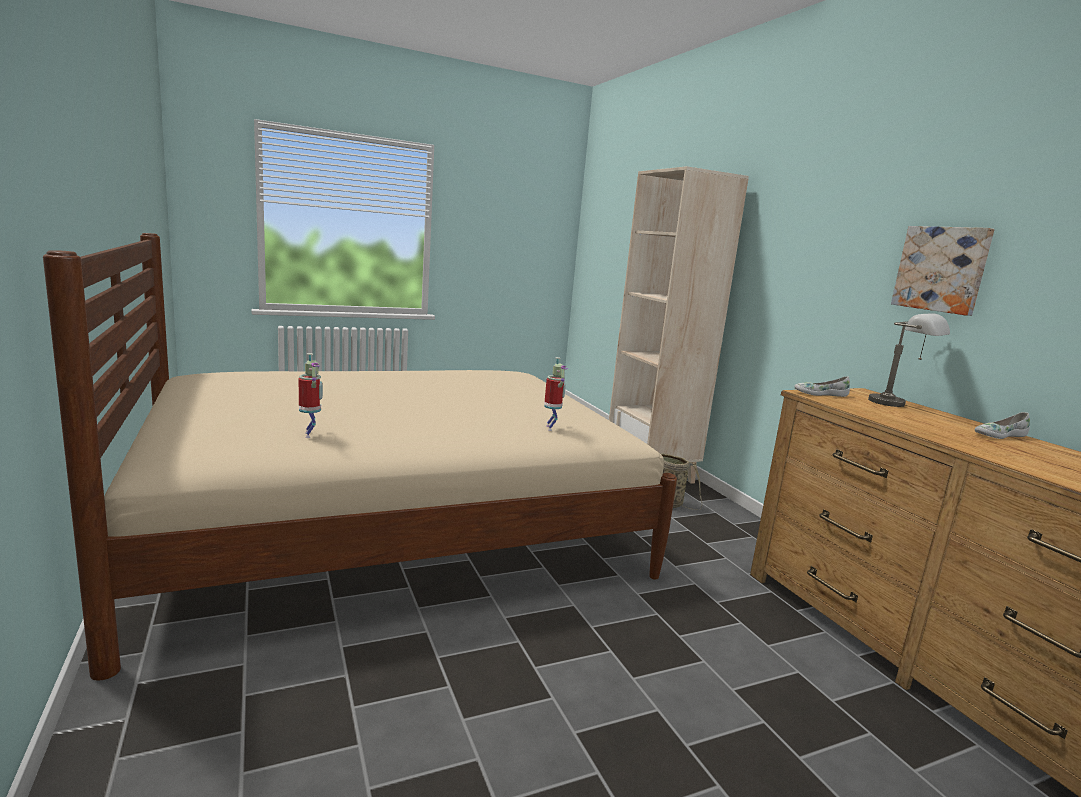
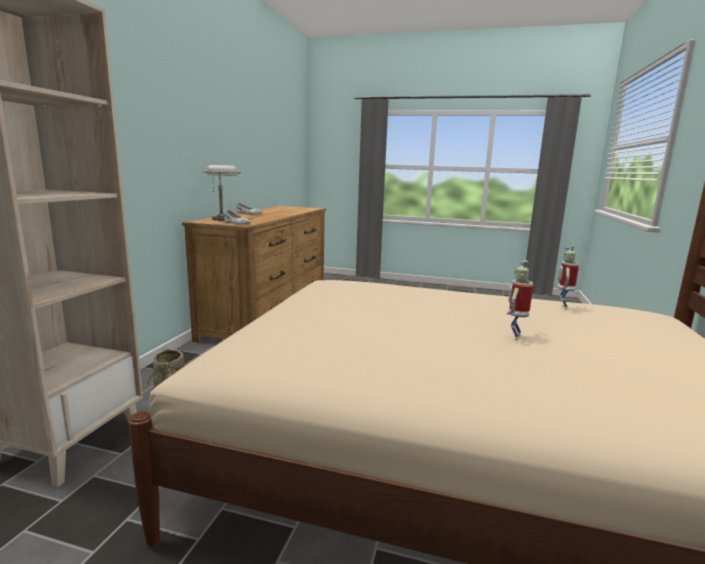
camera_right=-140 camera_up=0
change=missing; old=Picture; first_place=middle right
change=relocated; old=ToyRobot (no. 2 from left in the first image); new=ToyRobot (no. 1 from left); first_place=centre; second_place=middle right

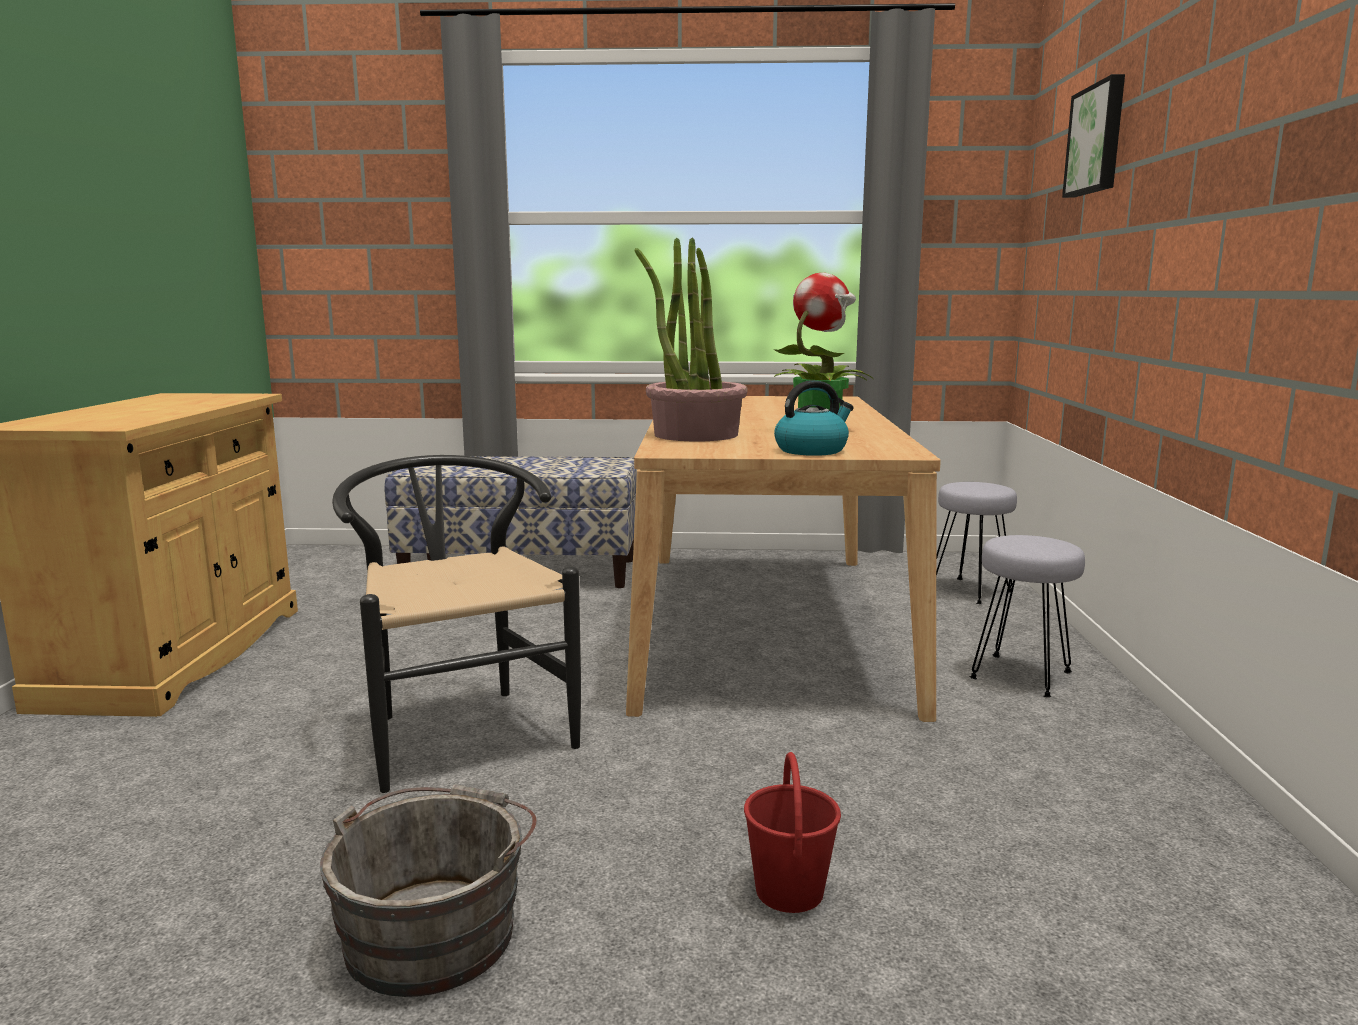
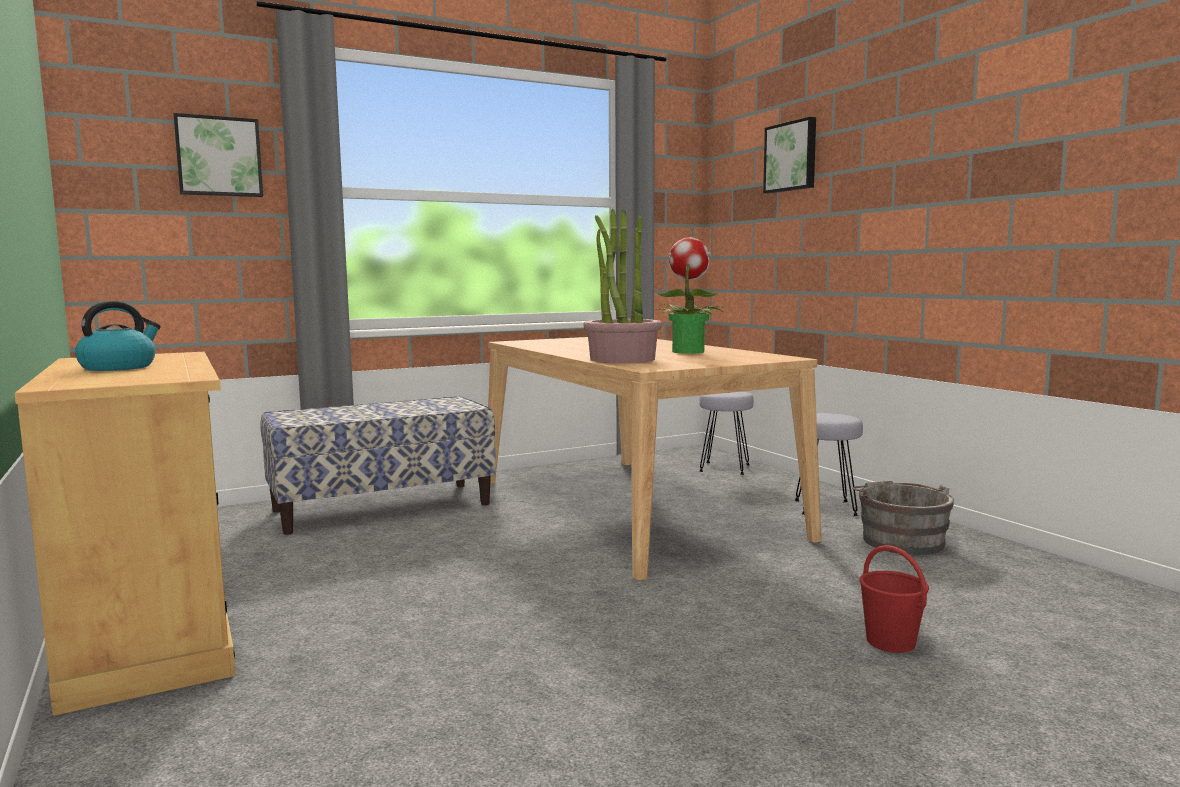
camera_right=-30 camera_up=-5
change=missing; old=BlackChair; first_place=centre
change=appeared; new=Picture (no. 1 from left); second_place=top left
change=relocated; old=GreyBucket; first_place=bottom left; second_place=middle right
change=relocated; old=Kettle; first_place=centre; second_place=middle left

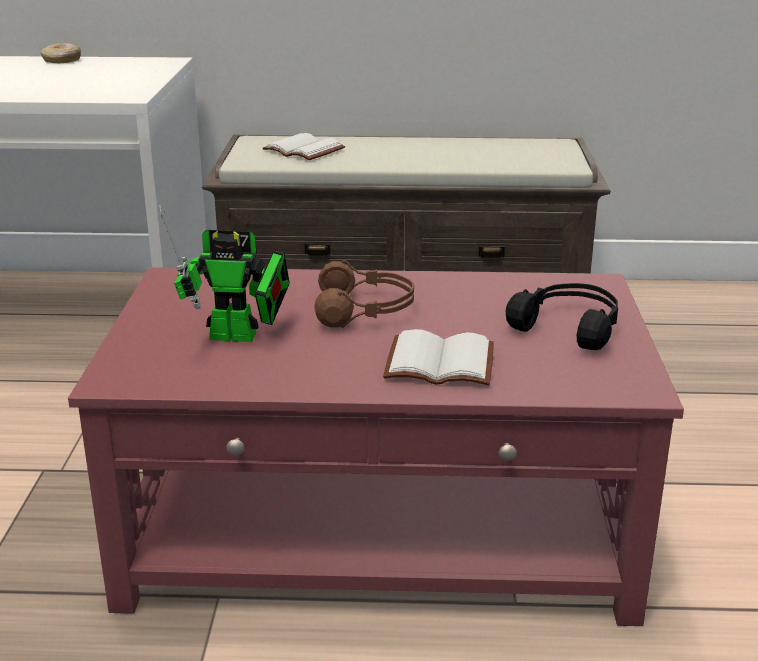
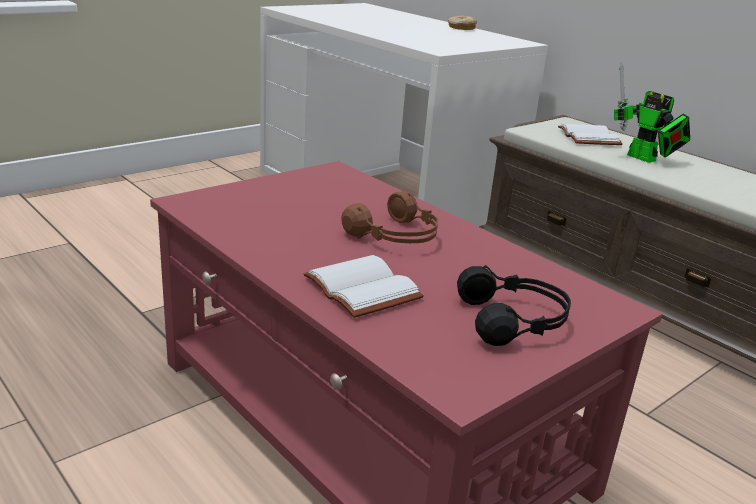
camera_right=45 camera_up=0
change=relocated; old=ToyRobot; first_place=middle left; second_place=top right

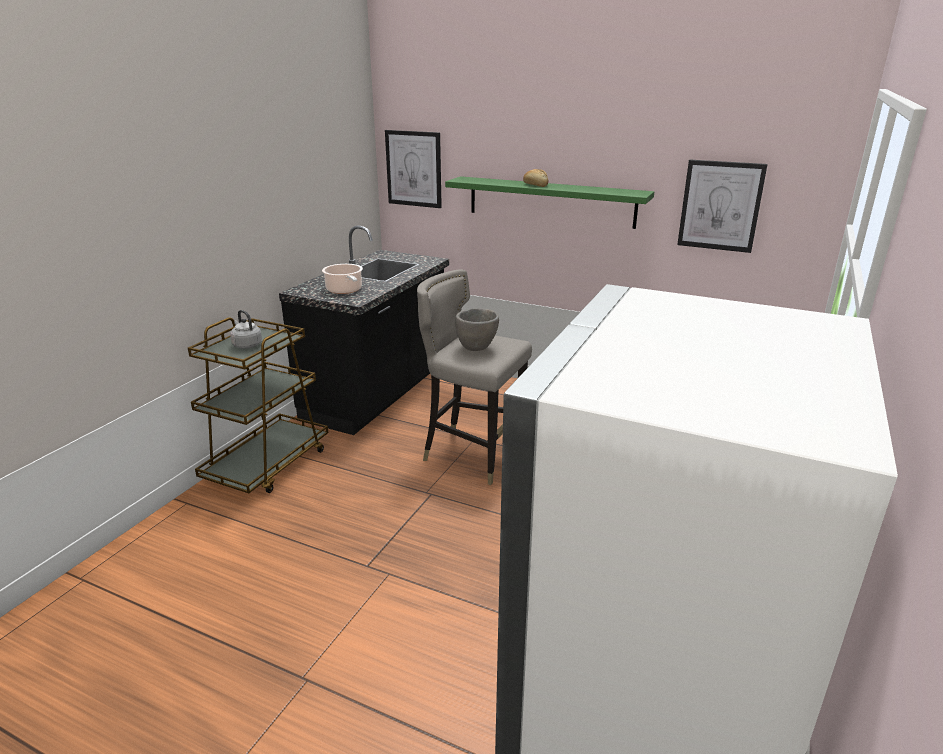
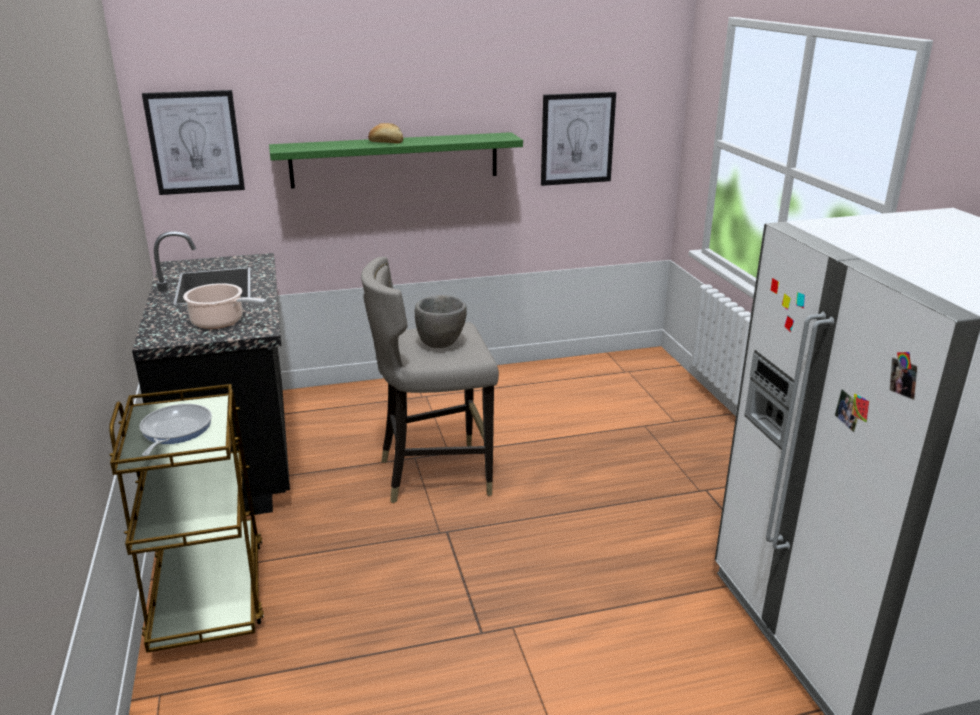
camera_right=-40 camera_up=0
change=exchanged; old=GreyKettle; new=FryingPan; first_place=middle left; second_place=middle left

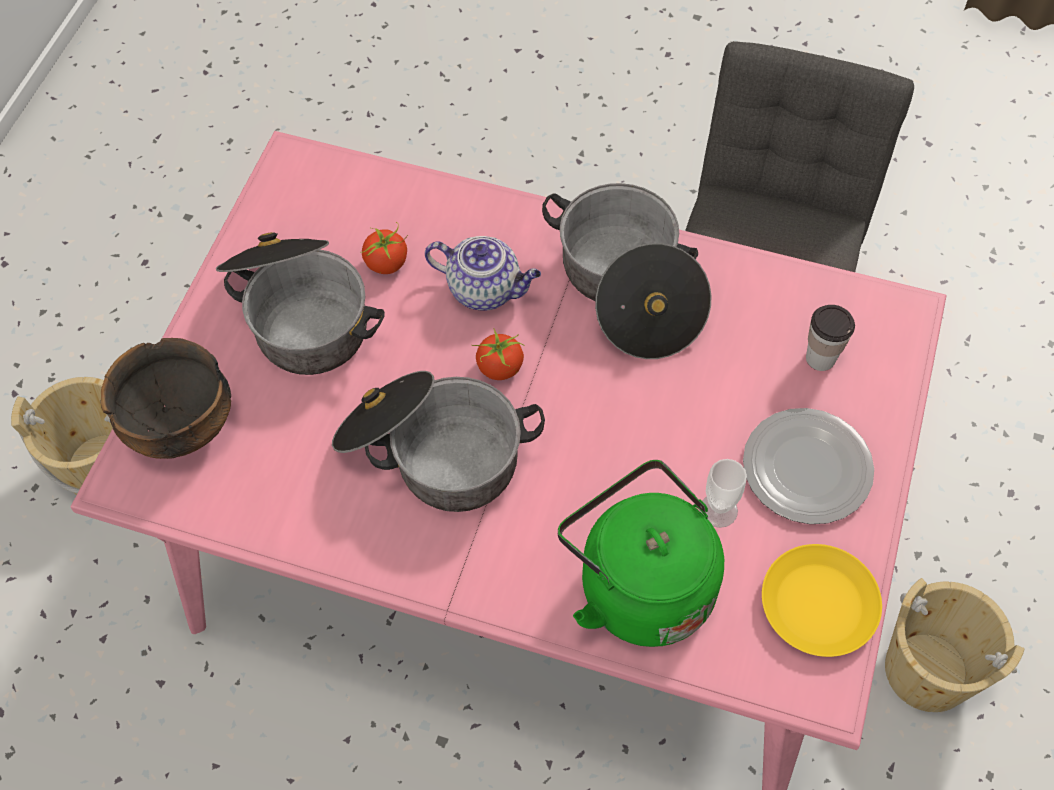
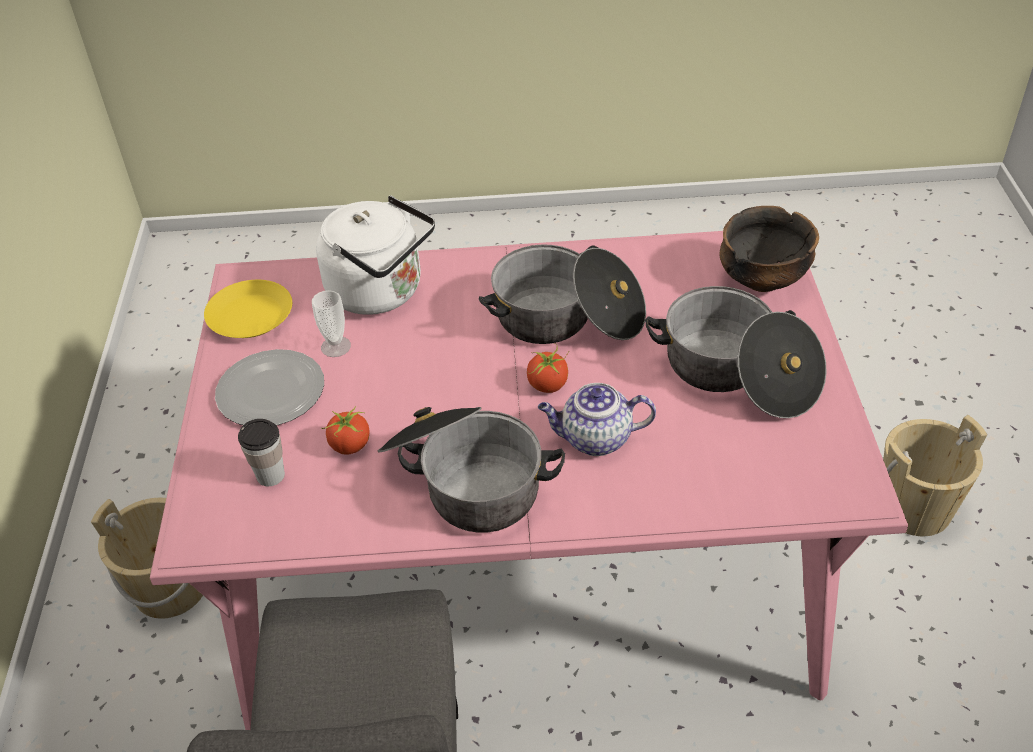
camera_right=160 camera_up=-15
change=relocated; old=Tomato (no. 1 from left); first_place=top centre; second_place=centre
change=colour; old=GreenKettle; new=WhiteKettle; first_place=bottom centre; second_place=centre

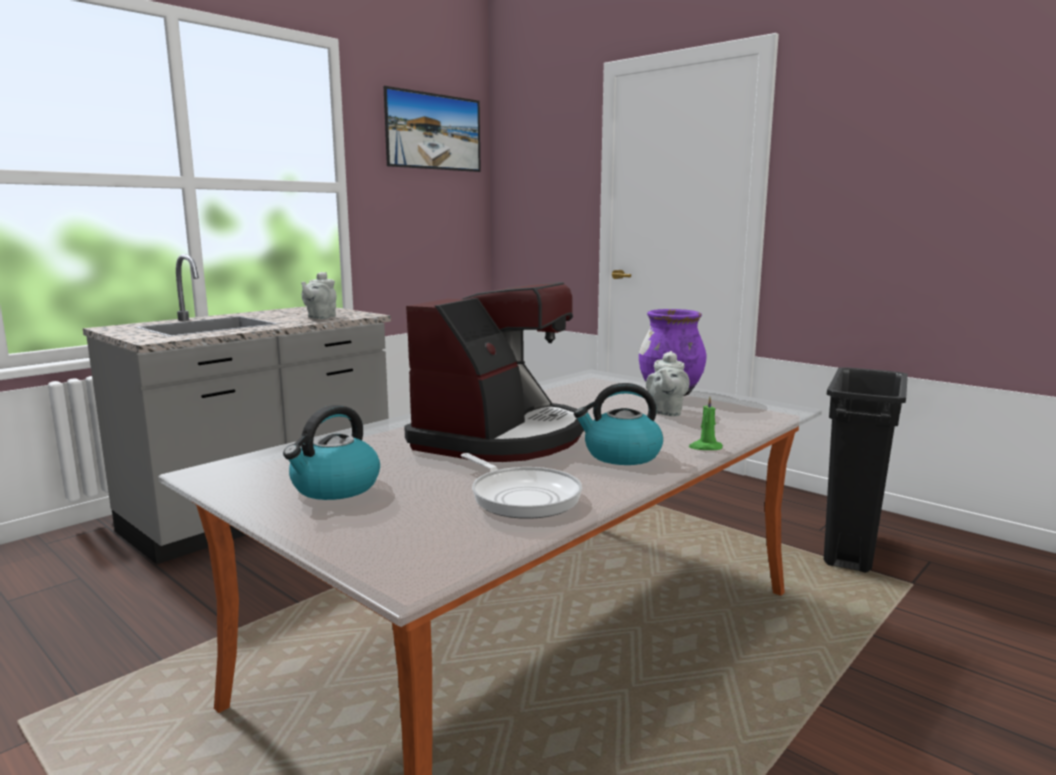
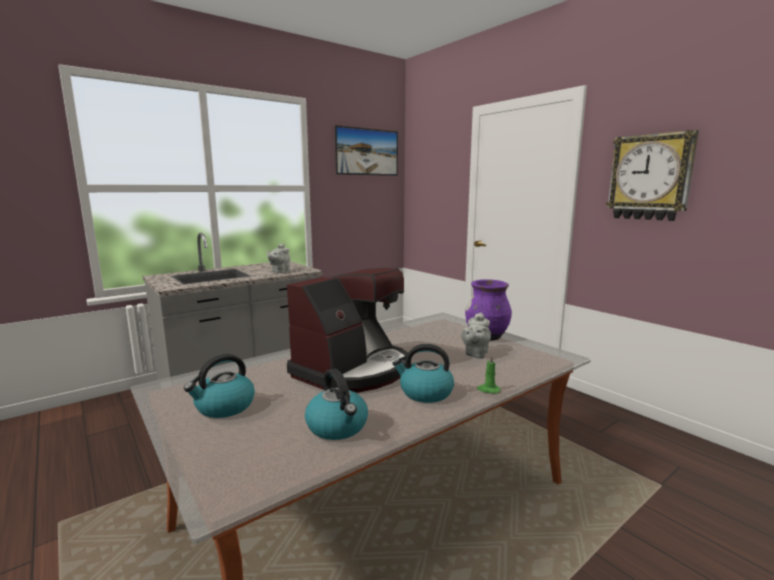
camera_right=10 camera_up=0
change=missing; old=BlackTrashCan; first_place=middle right
change=appeared; new=WallClock; second_place=top right
change=exchanged; old=FryingPan; new=Kettle (no. 2 from left); first_place=centre; second_place=bottom centre

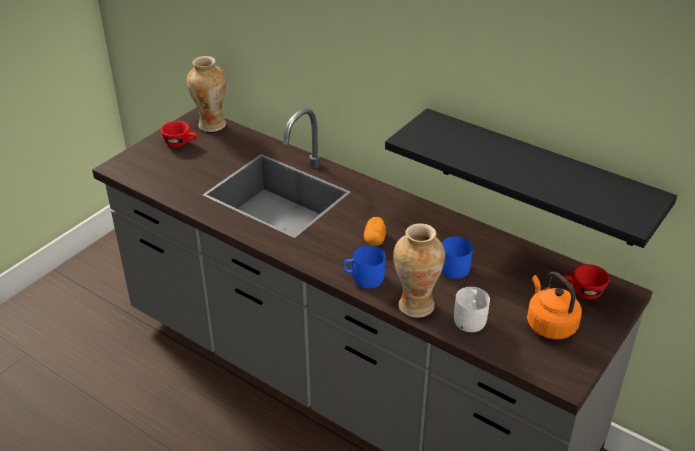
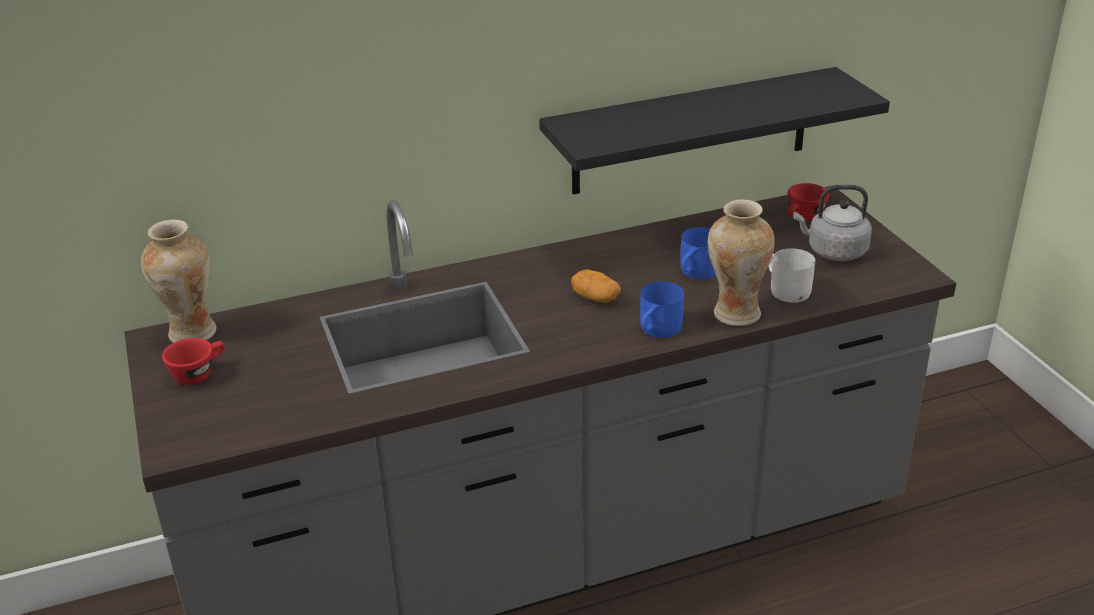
camera_right=-55 camera_up=-5
change=colour; old=OrangeKettle; new=GreyKettle; first_place=bottom right; second_place=middle right

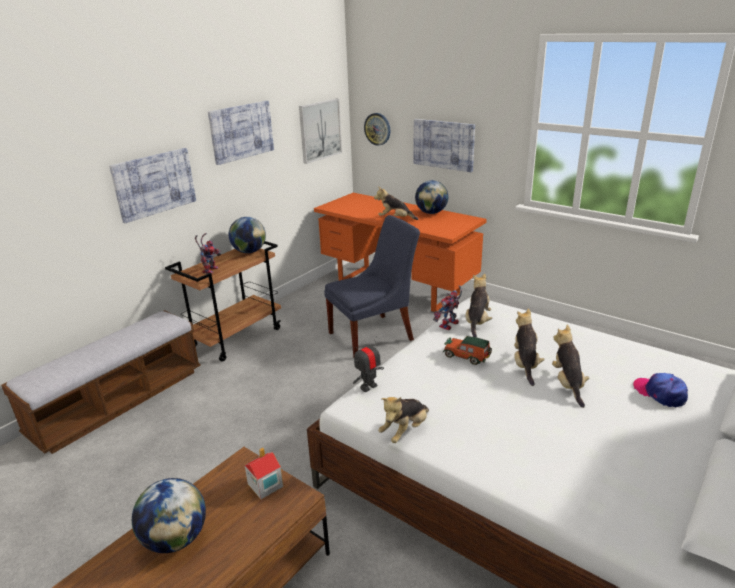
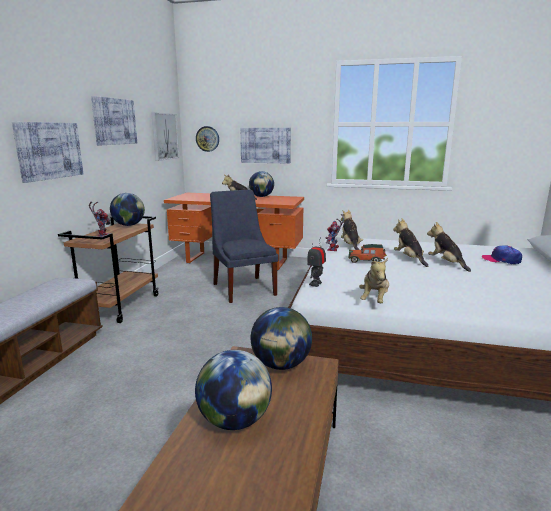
camera_right=-25 camera_up=-10
change=exchanged; old=ToyHouse; new=Globe (no. 4 from left); first_place=bottom centre; second_place=centre
change=spun; old=BlueChair; first_place=centre; second_place=centre; degrees=-60

